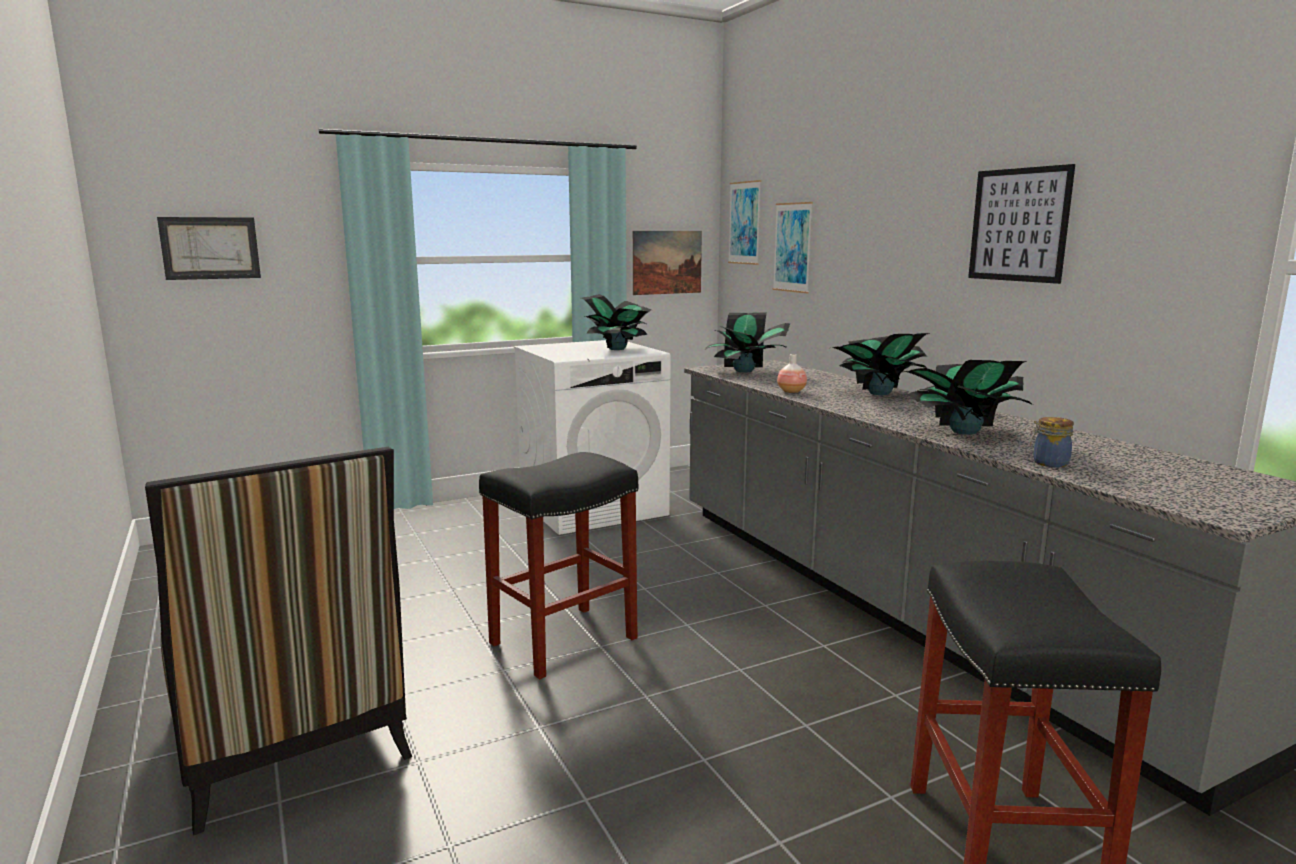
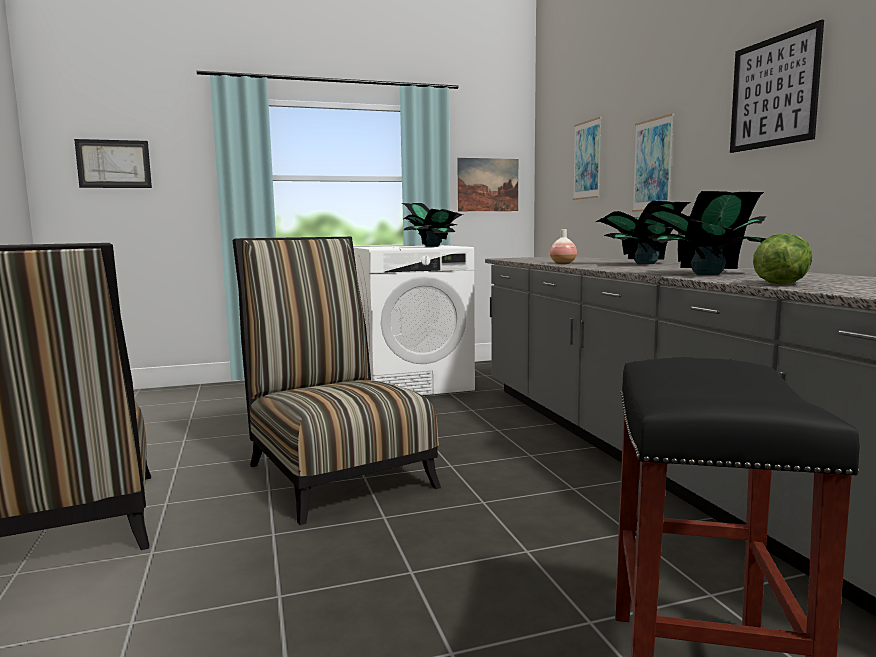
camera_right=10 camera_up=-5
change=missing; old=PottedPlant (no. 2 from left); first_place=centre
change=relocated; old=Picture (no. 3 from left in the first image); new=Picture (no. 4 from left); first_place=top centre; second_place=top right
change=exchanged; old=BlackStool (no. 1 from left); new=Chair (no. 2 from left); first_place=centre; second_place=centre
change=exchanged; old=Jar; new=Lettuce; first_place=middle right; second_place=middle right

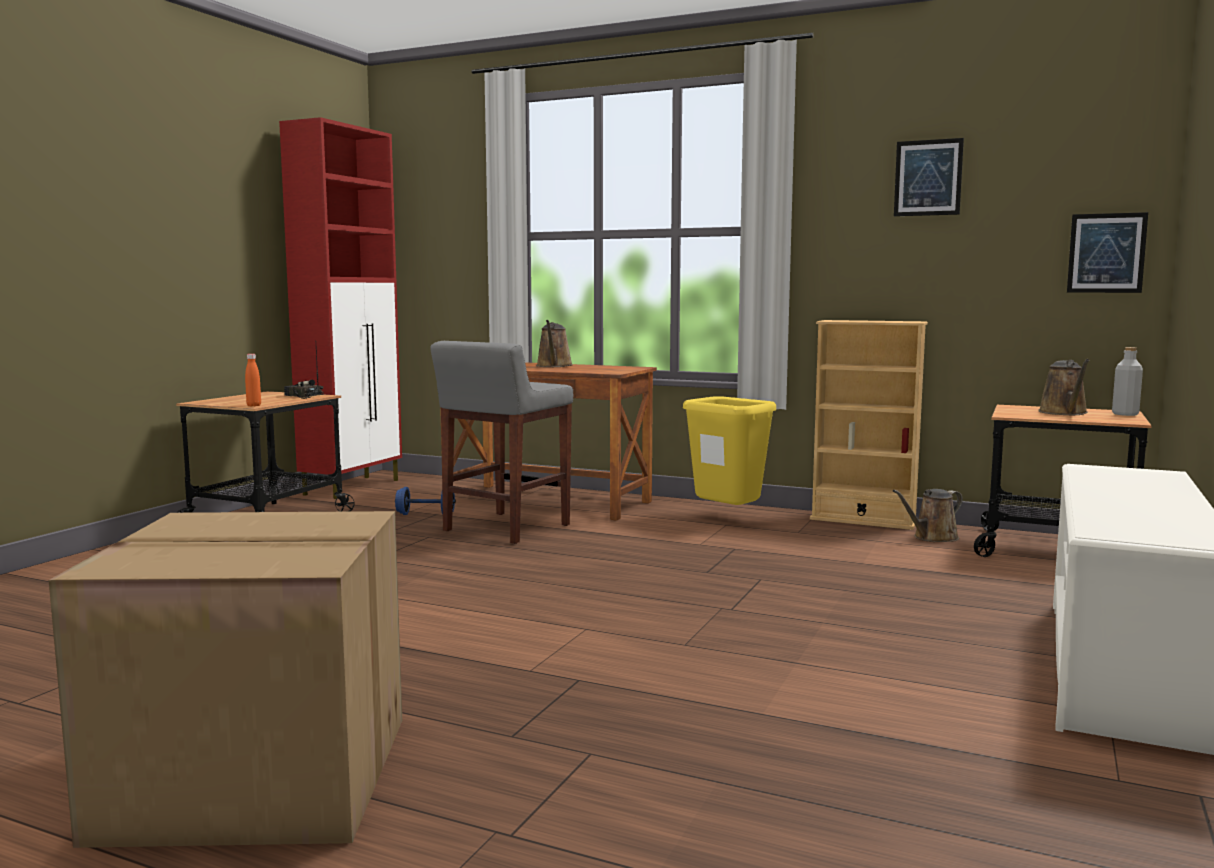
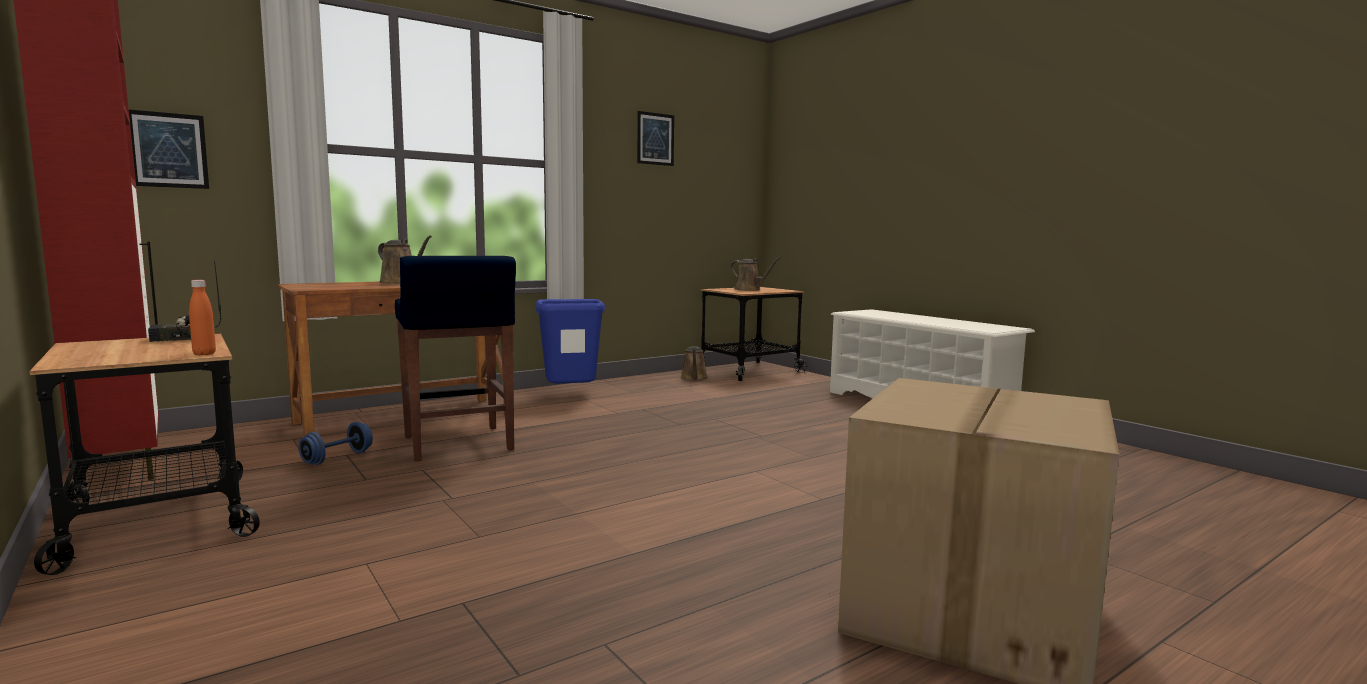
camera_right=-60 camera_up=0
change=missing; old=BeigeBookcase; first_place=middle right
change=missing; old=GreyBottle; first_place=middle right
change=relocated; old=Picture (no. 2 from left in the first image); new=Picture (no. 1 from left); first_place=top right; second_place=top left
change=colour; old=GreyStool; new=BlueStool; first_place=centre; second_place=middle left
change=colour; old=YellowTrashCan; new=BlueTrashCan; first_place=centre; second_place=centre

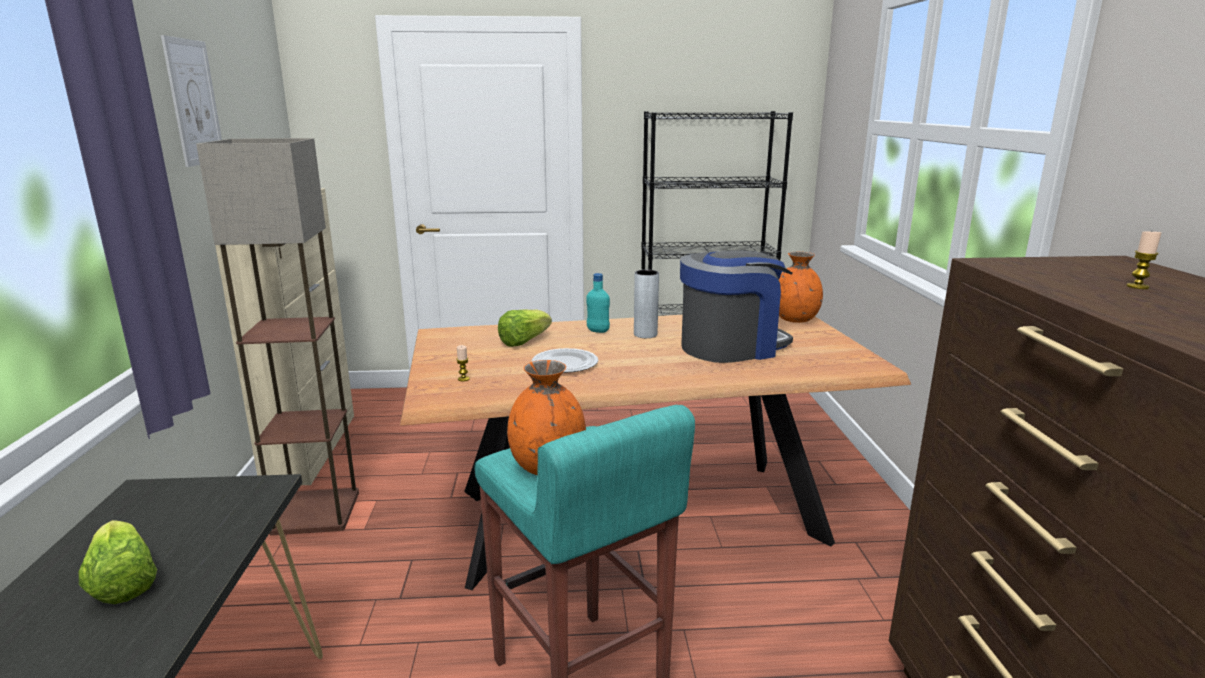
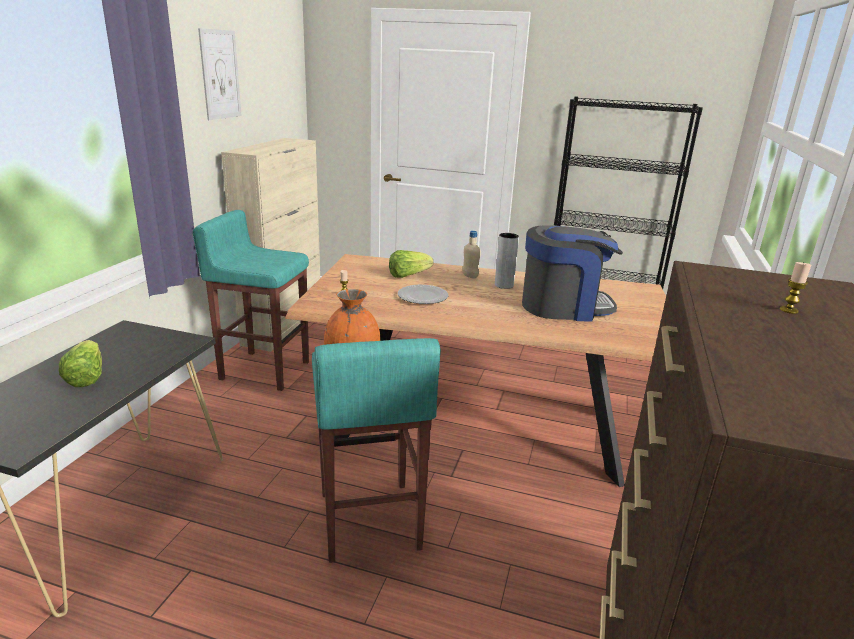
camera_right=20 camera_up=5
change=missing; old=OrangeVase (no. 2 from left); first_place=centre
change=exchanged; old=FloorLamp; new=TurquoiseStool (no. 1 from left); first_place=middle left; second_place=middle left
change=colour; old=TurquoiseBottle; new=BeigeBottle; first_place=centre; second_place=centre

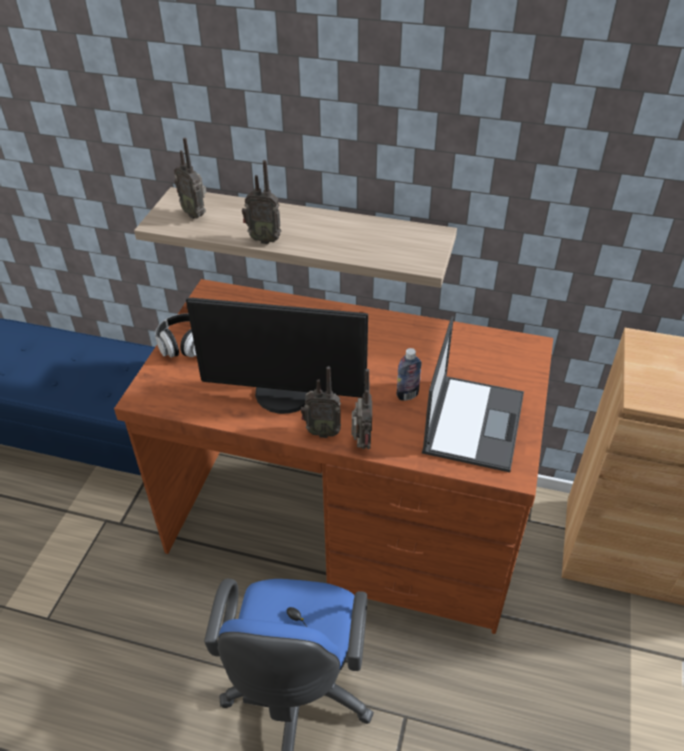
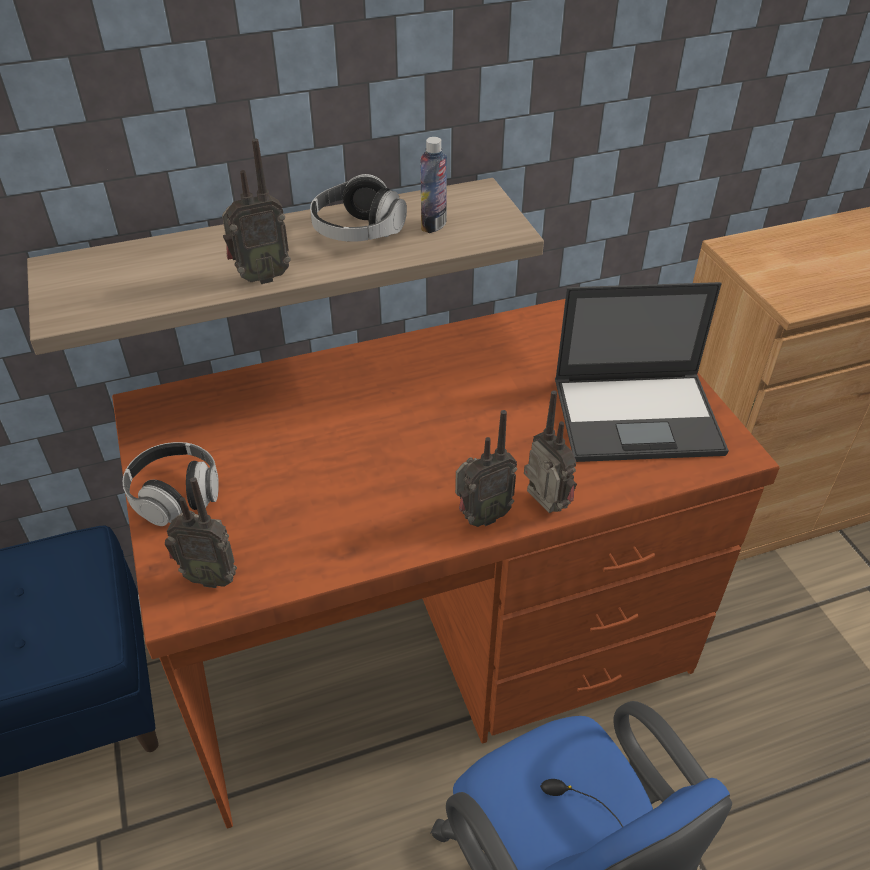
camera_right=-35 camera_up=0
change=missing; old=Monitor; first_place=centre
change=appeared; new=Headphones (no. 2 from left); second_place=top centre
change=relocated; old=Radio (no. 1 from left); first_place=top left; second_place=middle left
change=relocated; old=Bottle; first_place=centre; second_place=top centre
change=spun; old=Laptop; first_place=middle right; second_place=middle right; degrees=105

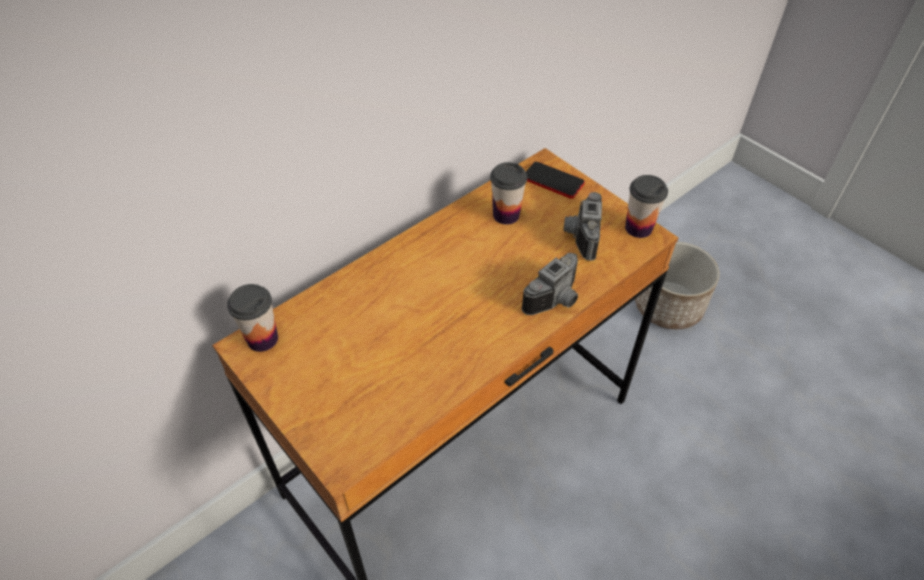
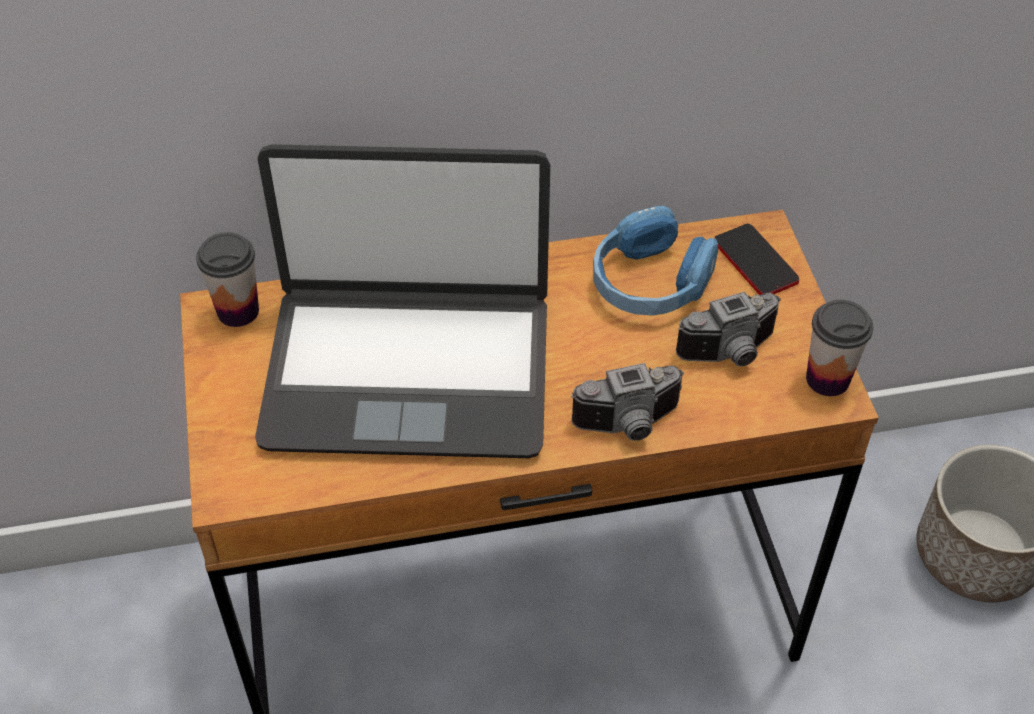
camera_right=30 camera_up=0
change=appeared; new=Laptop; second_place=centre
change=exchanged; old=Cup (no. 2 from left); new=BlueHeadphones; first_place=top centre; second_place=centre
change=spun; old=PhotoCamera (no. 2 from left); first_place=centre; second_place=middle right; degrees=-150

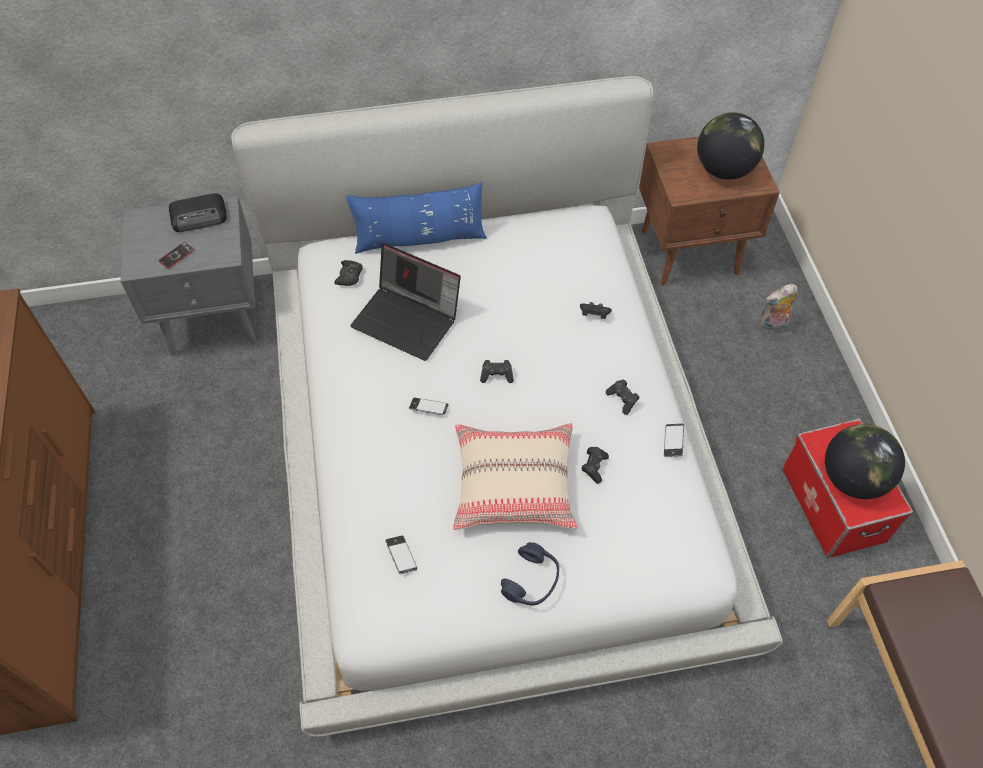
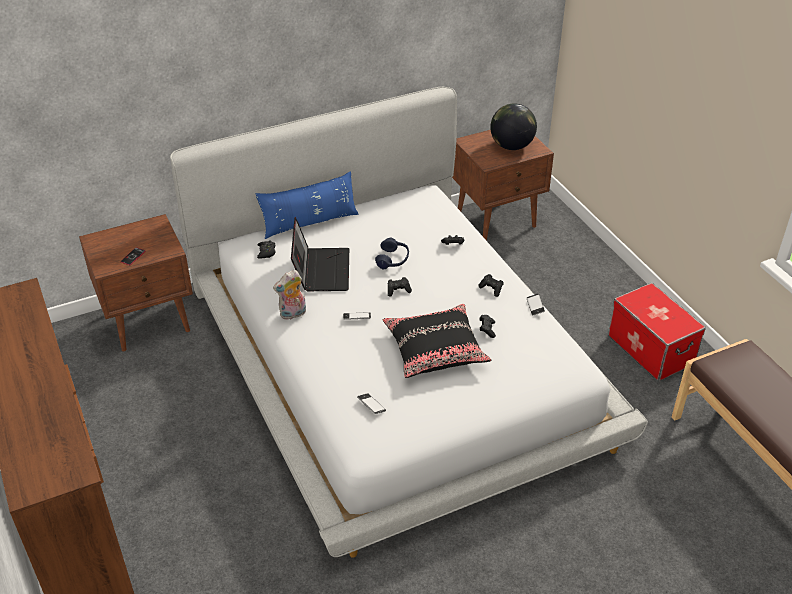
camera_right=-15 camera_up=-15
change=missing; old=Radio; first_place=top left
change=missing; old=Globe (no. 2 from left); first_place=middle right
change=relocated; old=BlueHeadphones; first_place=bottom centre; second_place=centre
change=relocated; old=PlushToy; first_place=middle right; second_place=centre
change=colour; old=GreyNightstand; new=BrownNightstand (no. 1 from left); first_place=middle left; second_place=middle left
change=colour; old=BeigePillow; new=BlackPillow; first_place=centre; second_place=centre
change=spun; old=Laptop; first_place=centre; second_place=centre; degrees=-105

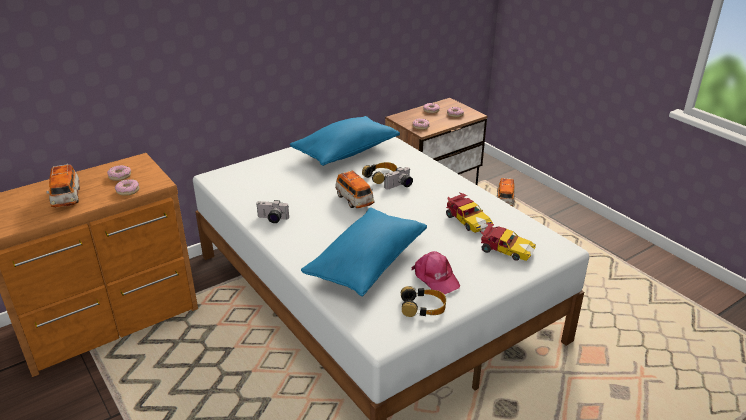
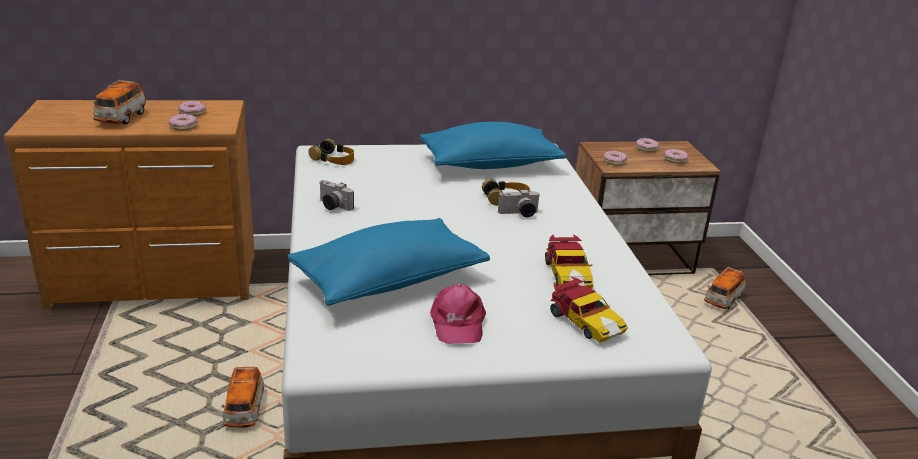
camera_right=25 camera_up=-5
change=relocated; old=ToyCar (no. 2 from left); first_place=centre; second_place=bottom left
change=relocated; old=Headphones (no. 2 from left in the first image); new=Headphones (no. 1 from left); first_place=bottom centre; second_place=top centre

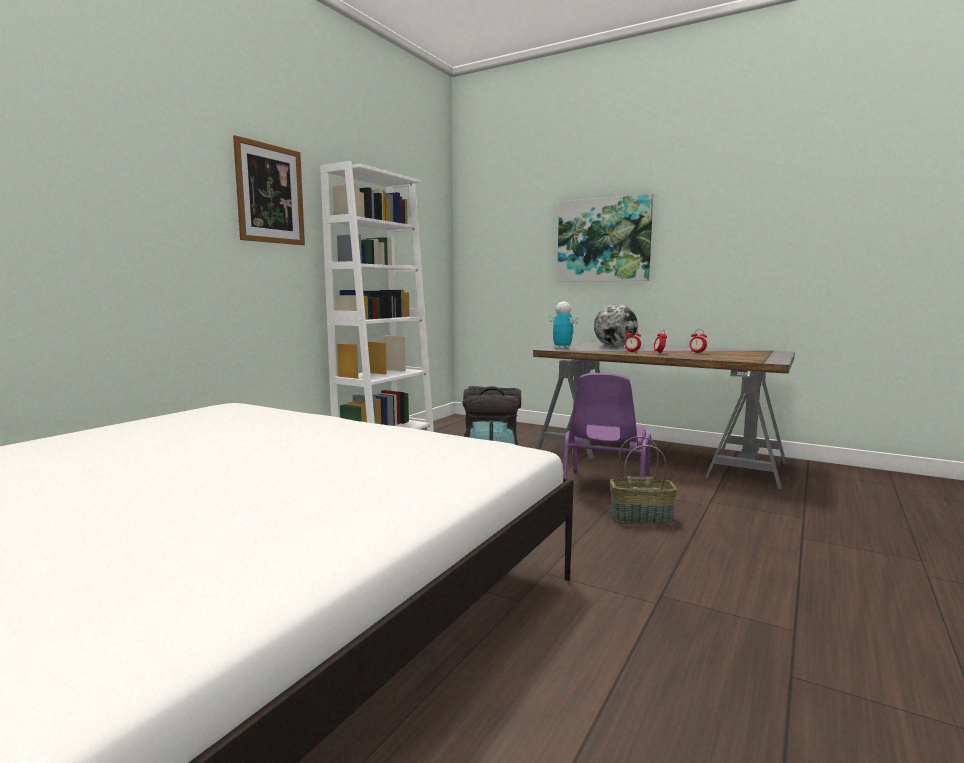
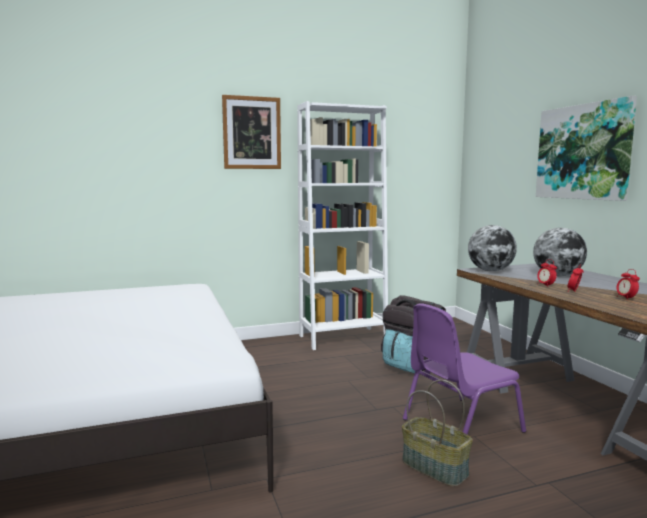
camera_right=40 camera_up=0
change=exchanged; old=ToyRobot; new=Globe (no. 1 from left); first_place=centre; second_place=middle right

